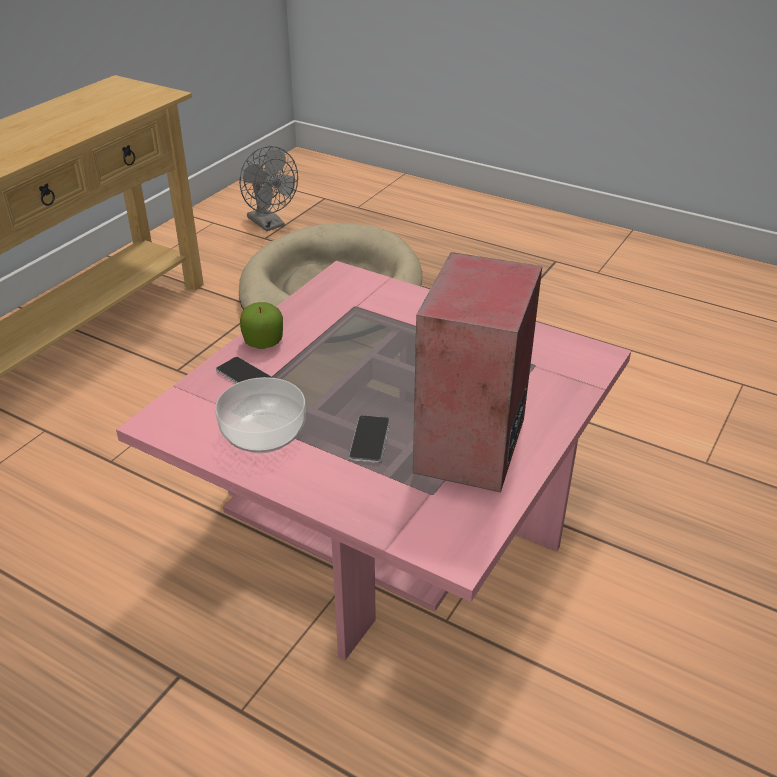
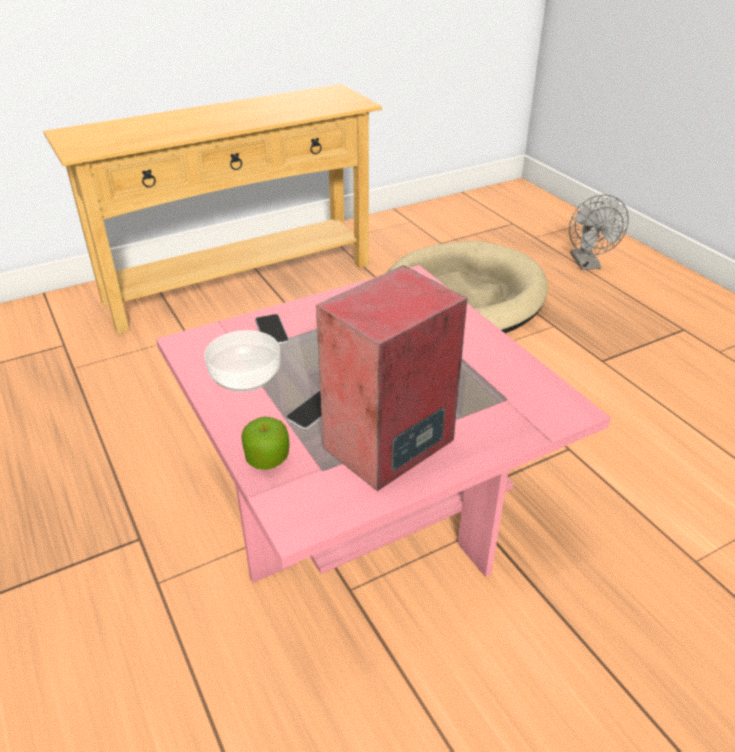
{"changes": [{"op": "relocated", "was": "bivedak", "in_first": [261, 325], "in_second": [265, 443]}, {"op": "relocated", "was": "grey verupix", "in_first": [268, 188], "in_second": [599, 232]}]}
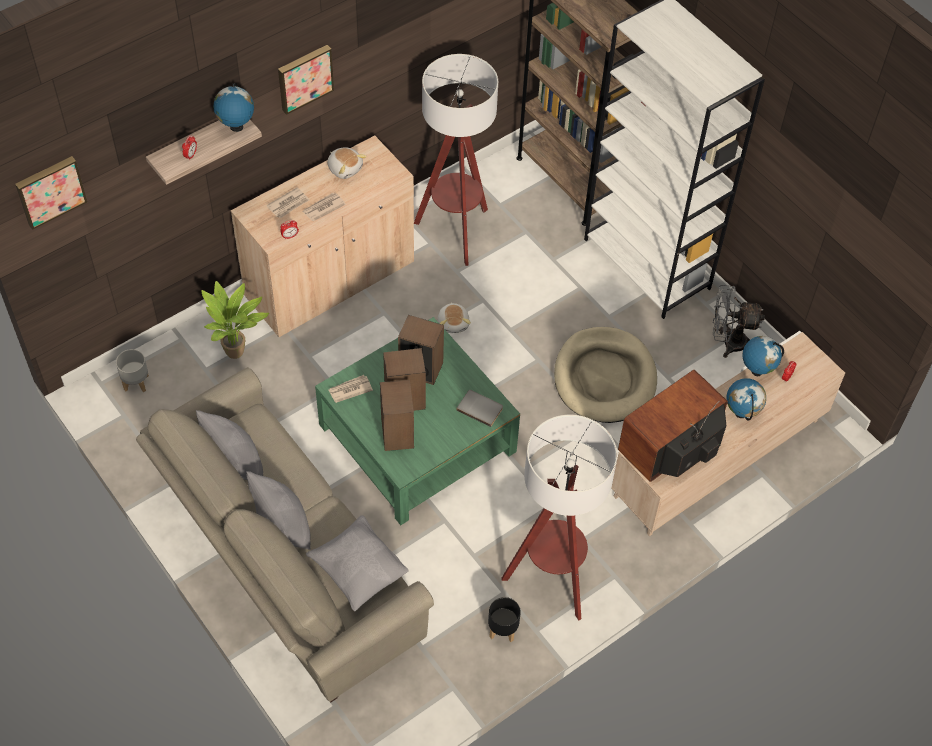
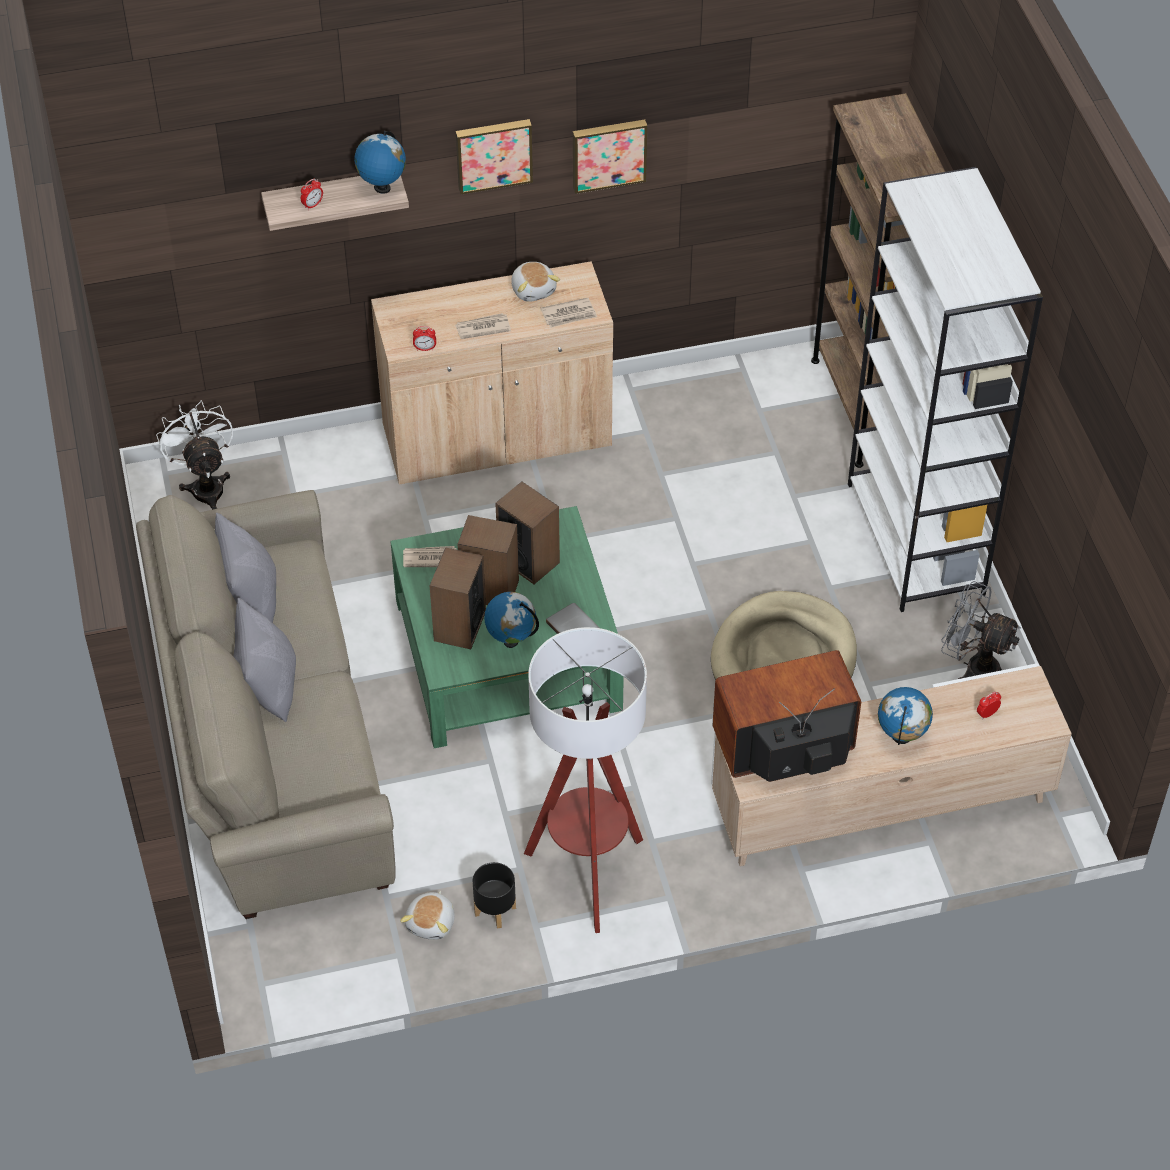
{"changes": [{"op": "exchanged", "was": "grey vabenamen", "now": "white verupix", "in_first": [132, 370], "in_second": [194, 455]}, {"op": "relocated", "was": "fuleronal", "in_first": [454, 318], "in_second": [427, 915]}, {"op": "relocated", "was": "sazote", "in_first": [763, 356], "in_second": [511, 620]}, {"op": "relocated", "was": "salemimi", "in_first": [288, 203], "in_second": [568, 313]}, {"op": "relocated", "was": "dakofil", "in_first": [51, 193], "in_second": [610, 156]}, {"op": "missing", "was": "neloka", "in_first": [235, 320]}, {"op": "missing", "was": "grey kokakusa", "in_first": [357, 563]}, {"op": "missing", "was": "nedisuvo", "in_first": [456, 160]}]}
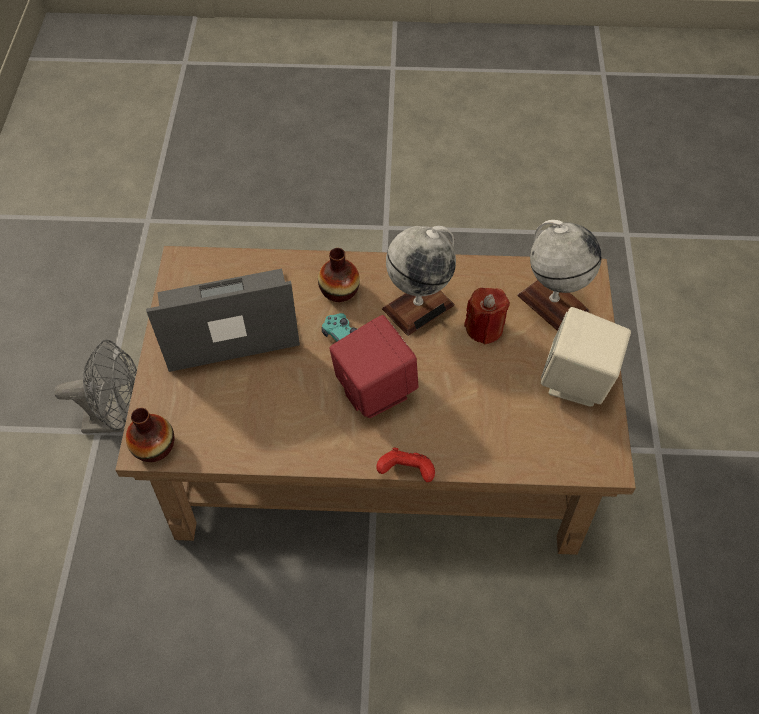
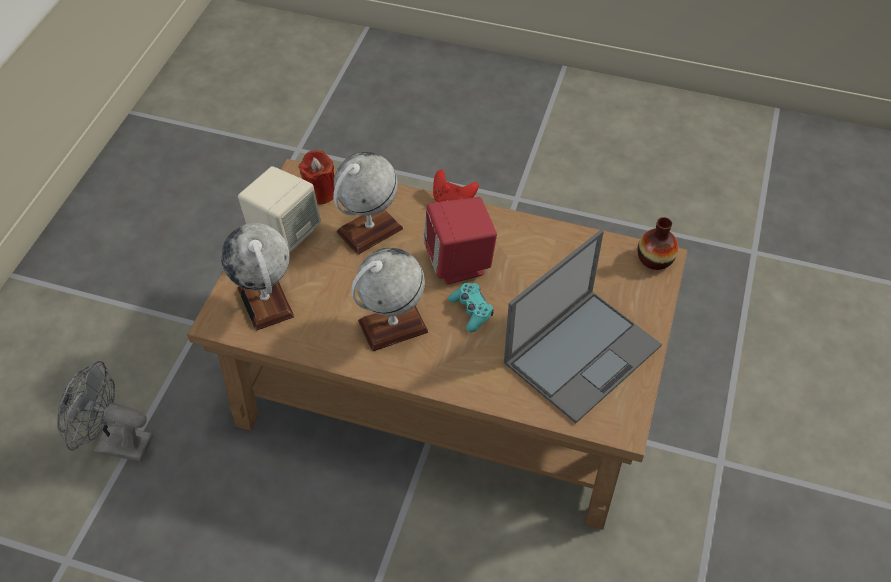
{"changes": [{"op": "relocated", "was": "grey verupix", "in_first": [95, 387], "in_second": [105, 411]}, {"op": "relocated", "was": "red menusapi", "in_first": [487, 316], "in_second": [317, 177]}, {"op": "appeared", "now": "sazote", "in_second": [368, 203]}, {"op": "spun", "was": "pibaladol", "in_first": [223, 320], "in_second": [583, 326], "clockwise": -45}, {"op": "missing", "was": "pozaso", "in_first": [339, 275]}]}
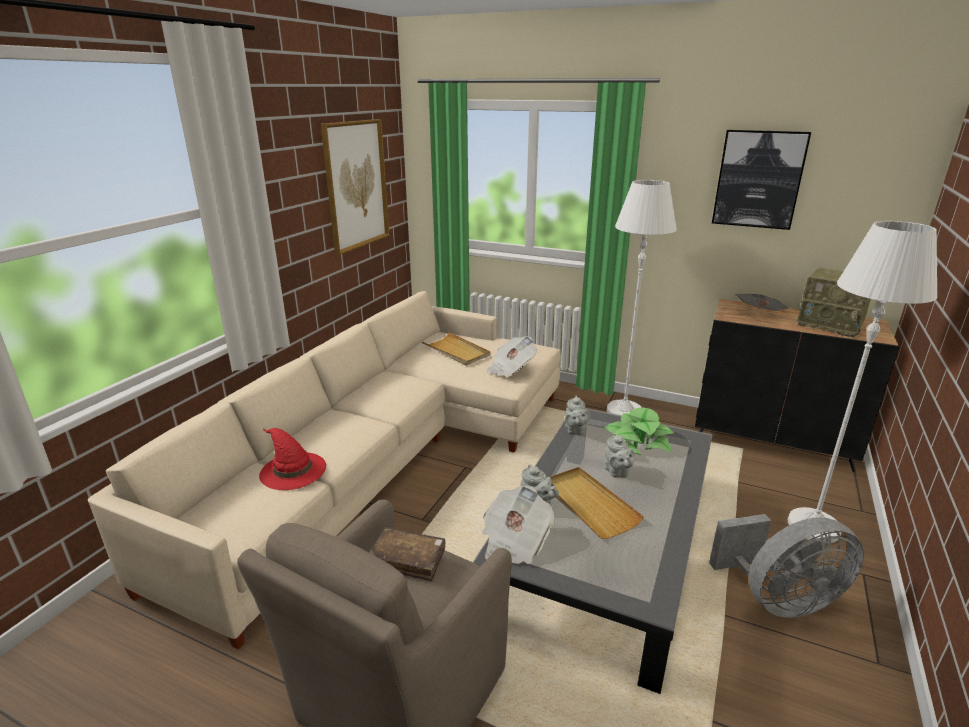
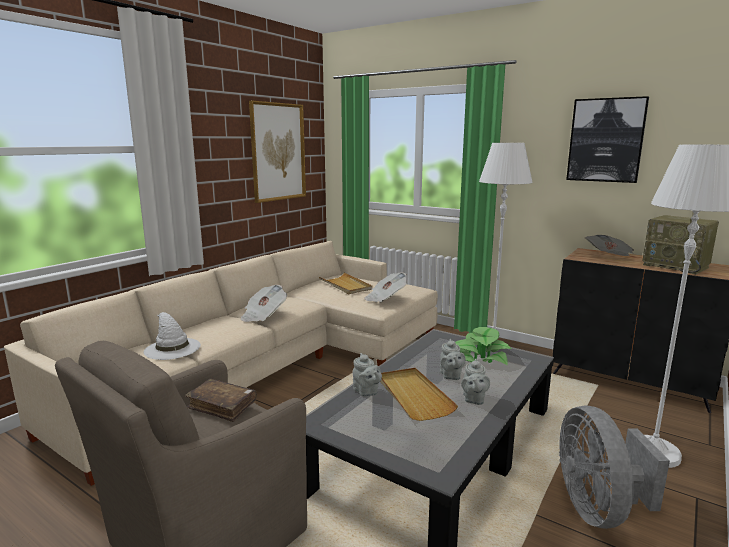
{"changes": [{"op": "colour", "was": "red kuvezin", "now": "white kuvezin", "in_first": [292, 459], "in_second": [172, 336]}, {"op": "relocated", "was": "salemimi", "in_first": [518, 524], "in_second": [263, 303]}, {"op": "relocated", "was": "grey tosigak", "in_first": [577, 415], "in_second": [475, 382]}, {"op": "spun", "was": "grey verupix", "in_first": [786, 566], "in_second": [614, 467], "clockwise": 90}]}
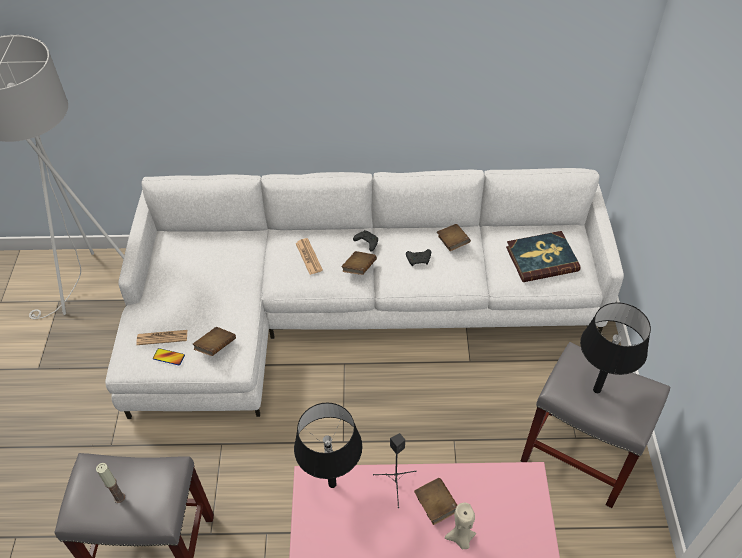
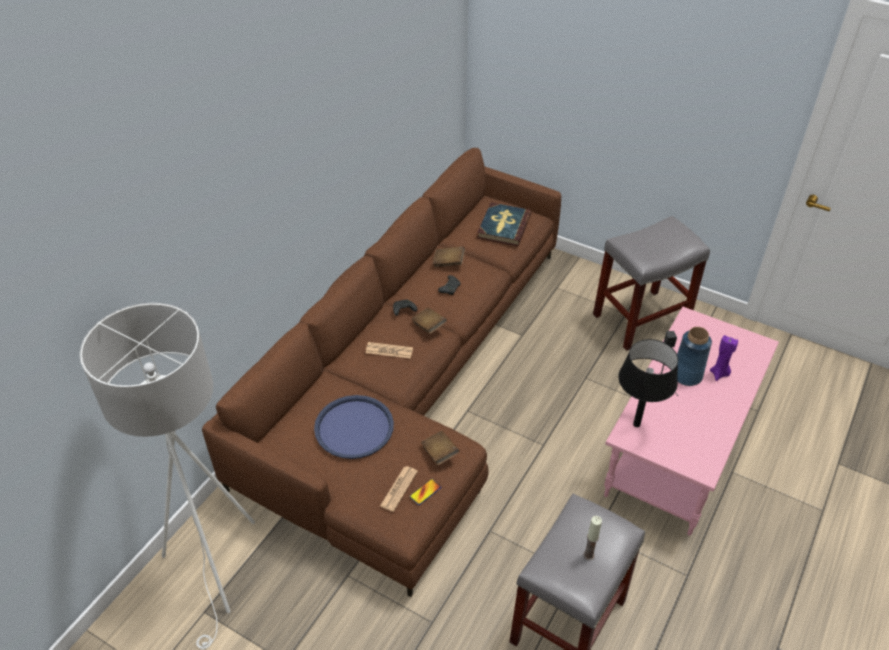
{"changes": [{"op": "colour", "was": "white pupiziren", "now": "brown pupiziren", "in_first": [364, 293], "in_second": [381, 372]}, {"op": "appeared", "now": "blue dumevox", "in_second": [354, 427]}, {"op": "exchanged", "was": "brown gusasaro", "now": "blue pozaso", "in_first": [436, 501], "in_second": [694, 356]}, {"op": "colour", "was": "beige menusapi", "now": "purple menusapi", "in_first": [460, 526], "in_second": [724, 358]}, {"op": "missing", "was": "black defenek", "in_first": [615, 347]}]}
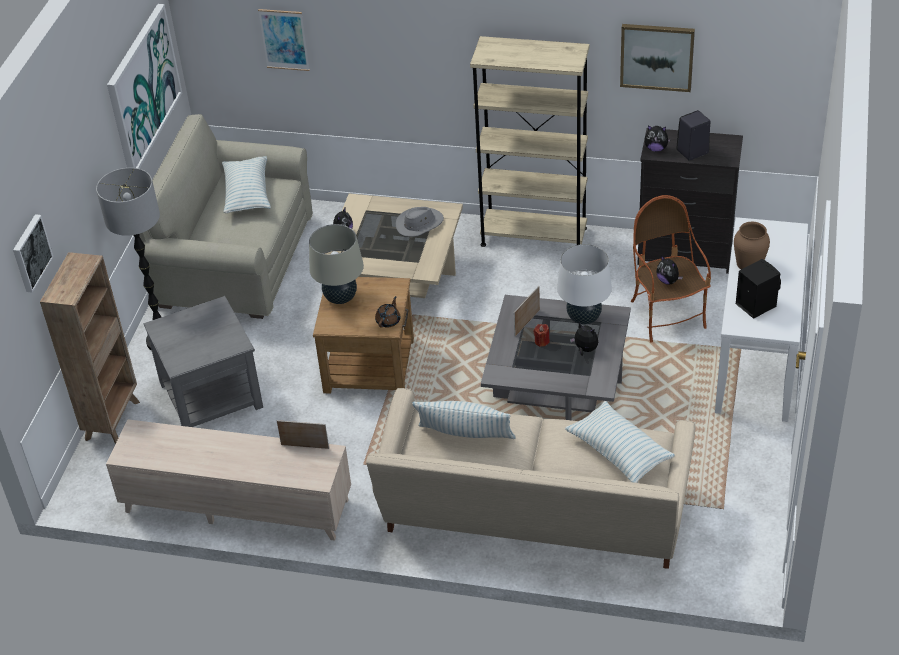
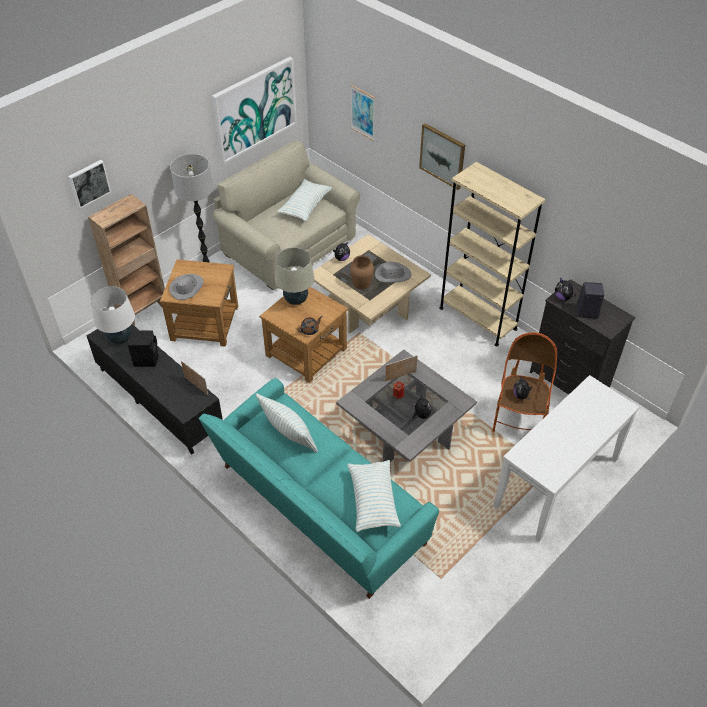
{"changes": [{"op": "colour", "was": "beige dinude", "now": "black dinude", "in_first": [228, 480], "in_second": [155, 389]}, {"op": "relocated", "was": "white defenek", "in_first": [584, 284], "in_second": [112, 315]}, {"op": "relocated", "was": "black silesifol", "in_first": [758, 289], "in_second": [143, 348]}, {"op": "colour", "was": "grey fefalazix", "now": "brown fefalazix", "in_first": [203, 361], "in_second": [199, 303]}, {"op": "appeared", "now": "grey kuvezin", "in_second": [186, 287]}, {"op": "colour", "was": "beige pupiziren", "now": "turquoise pupiziren", "in_first": [530, 478], "in_second": [319, 488]}, {"op": "relocated", "was": "brown pozaso", "in_first": [752, 245], "in_second": [362, 272]}, {"op": "relocated", "was": "dakofil", "in_first": [657, 58], "in_second": [442, 156]}]}
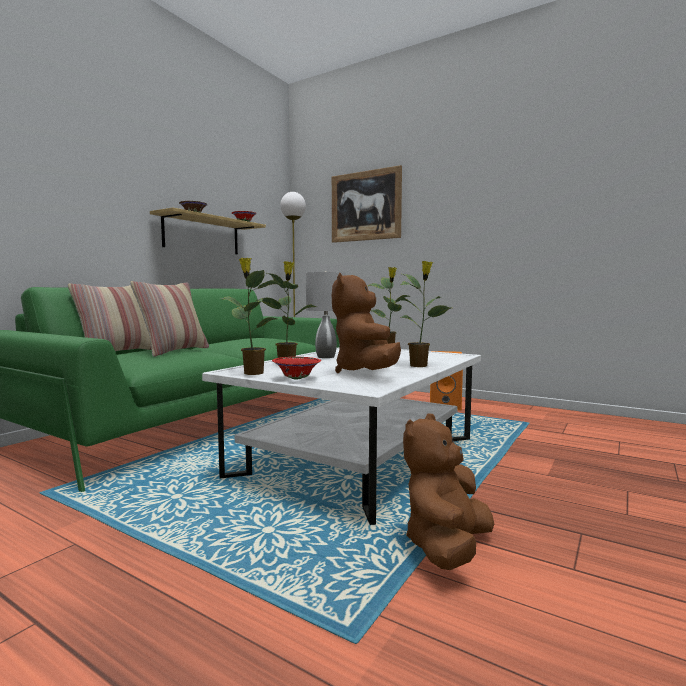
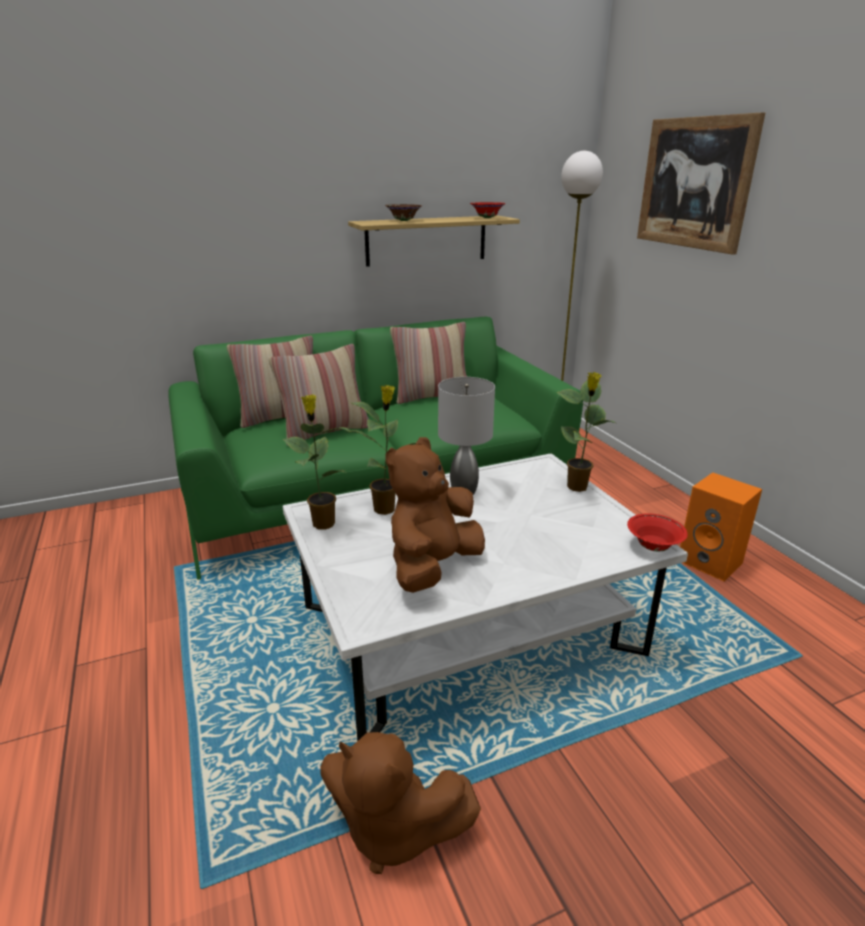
{"changes": [{"op": "spun", "was": "brown fuleronal", "in_first": [448, 491], "in_second": [400, 803], "clockwise": -135}, {"op": "appeared", "now": "kokakusa", "in_second": [428, 363]}, {"op": "relocated", "was": "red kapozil", "in_first": [296, 368], "in_second": [657, 532]}, {"op": "missing", "was": "neloka", "in_first": [424, 314]}]}
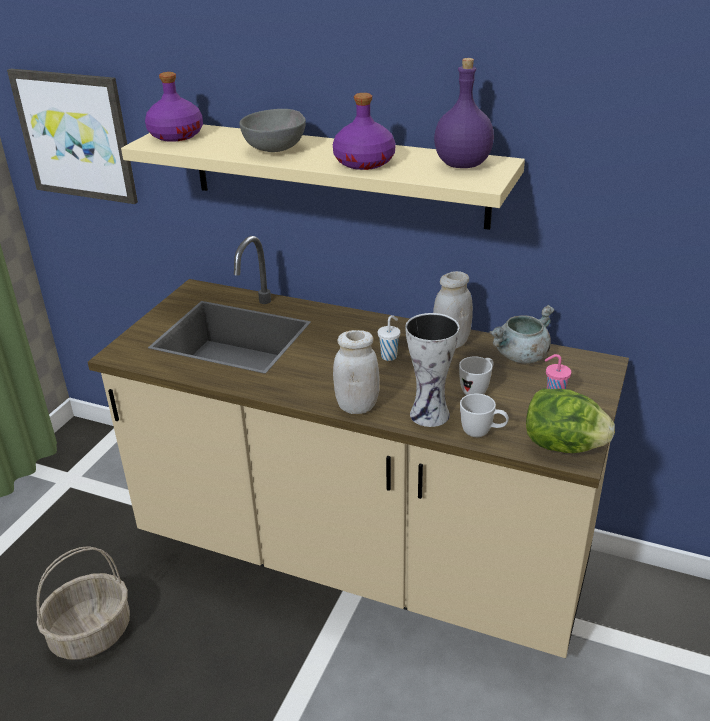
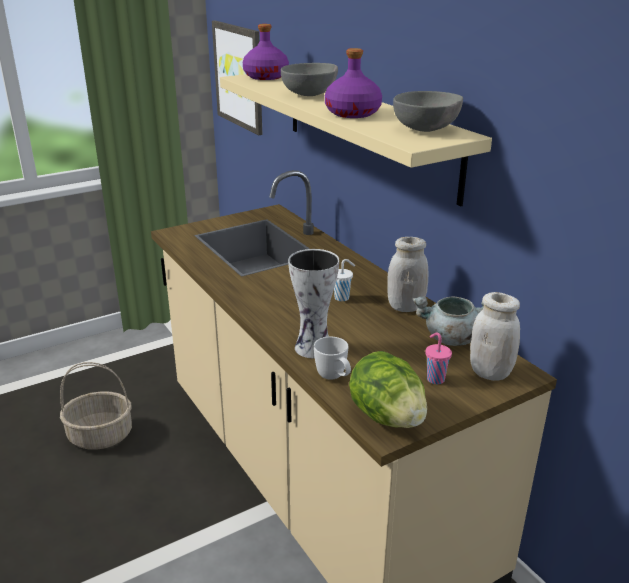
{"changes": [{"op": "exchanged", "was": "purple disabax", "now": "grey kapozil", "in_first": [464, 113], "in_second": [428, 111]}, {"op": "relocated", "was": "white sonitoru", "in_first": [356, 372], "in_second": [495, 336]}, {"op": "missing", "was": "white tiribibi", "in_first": [476, 376]}]}
